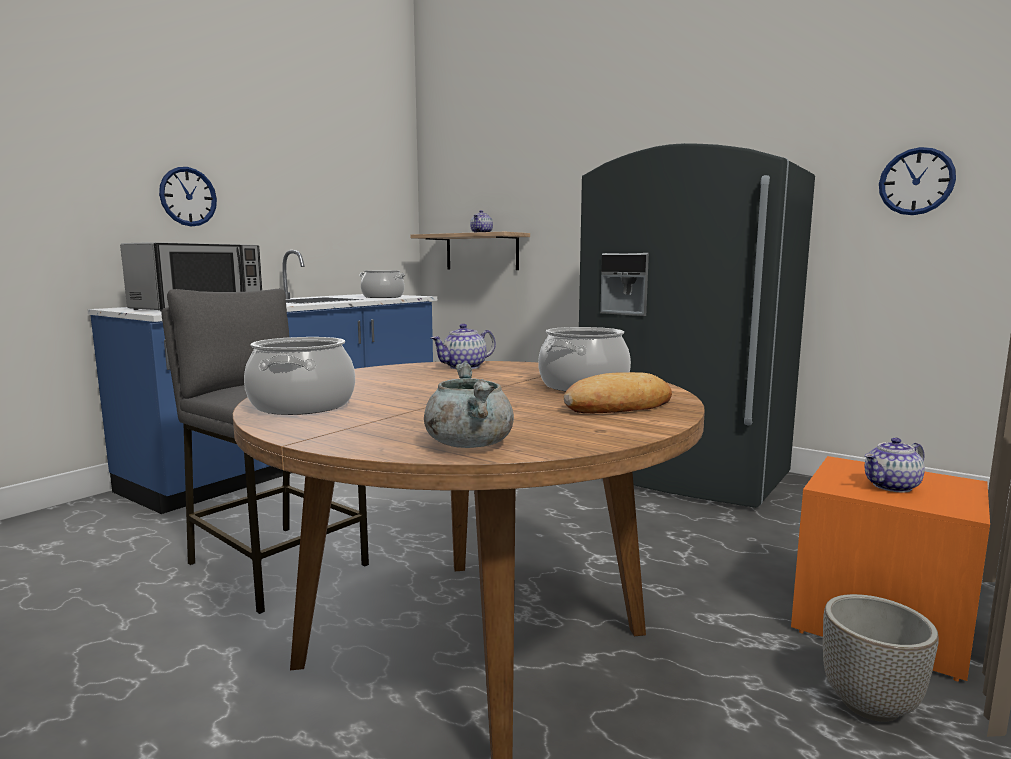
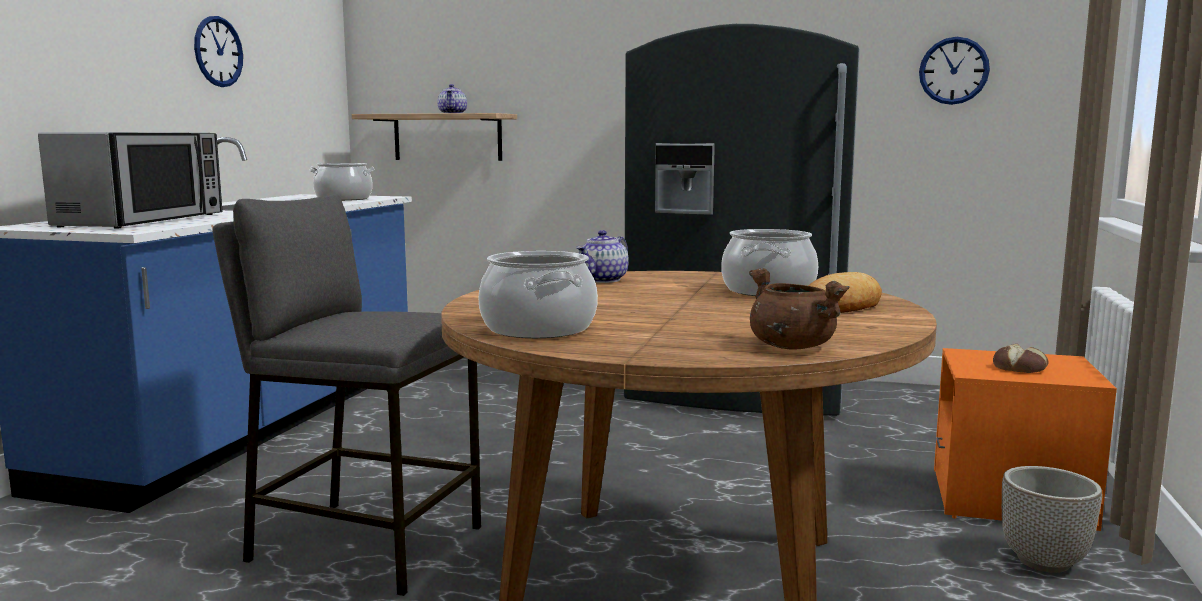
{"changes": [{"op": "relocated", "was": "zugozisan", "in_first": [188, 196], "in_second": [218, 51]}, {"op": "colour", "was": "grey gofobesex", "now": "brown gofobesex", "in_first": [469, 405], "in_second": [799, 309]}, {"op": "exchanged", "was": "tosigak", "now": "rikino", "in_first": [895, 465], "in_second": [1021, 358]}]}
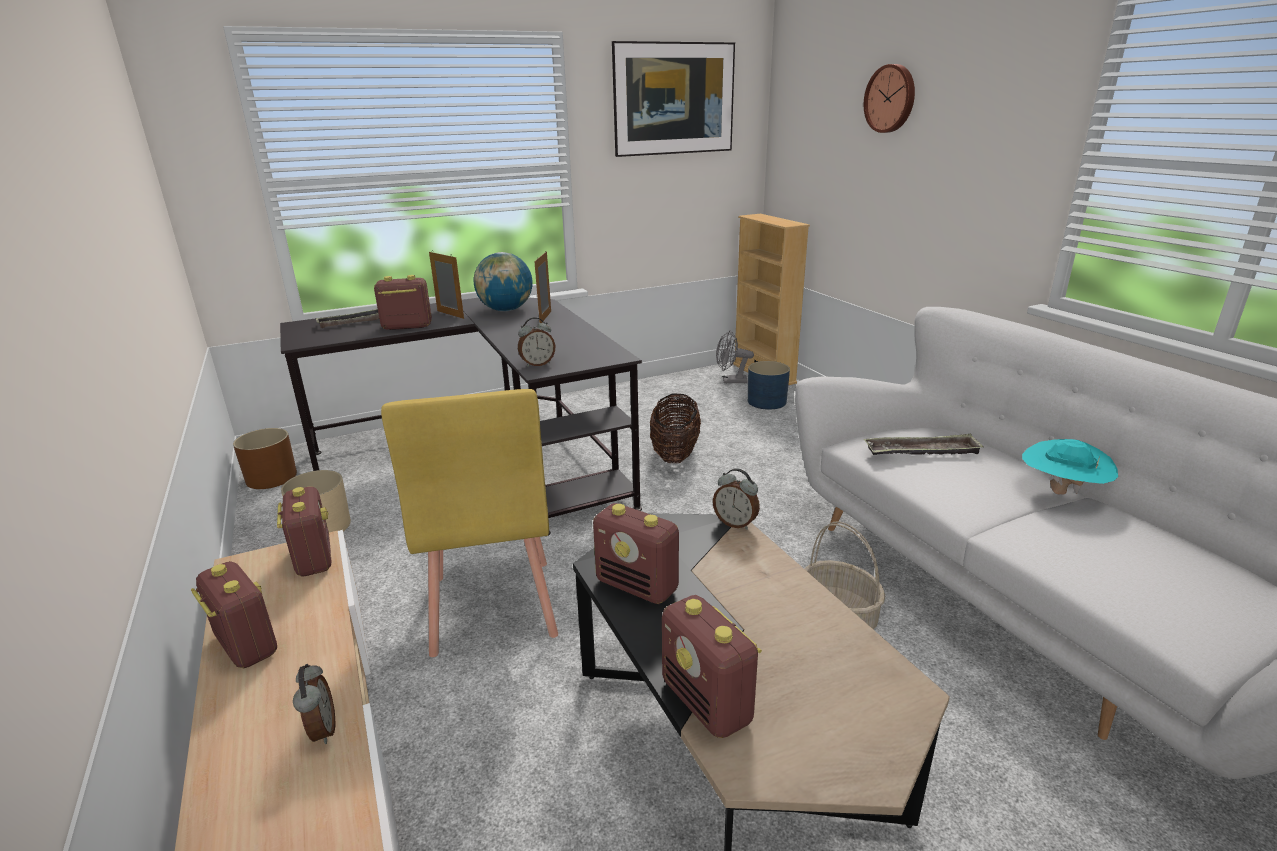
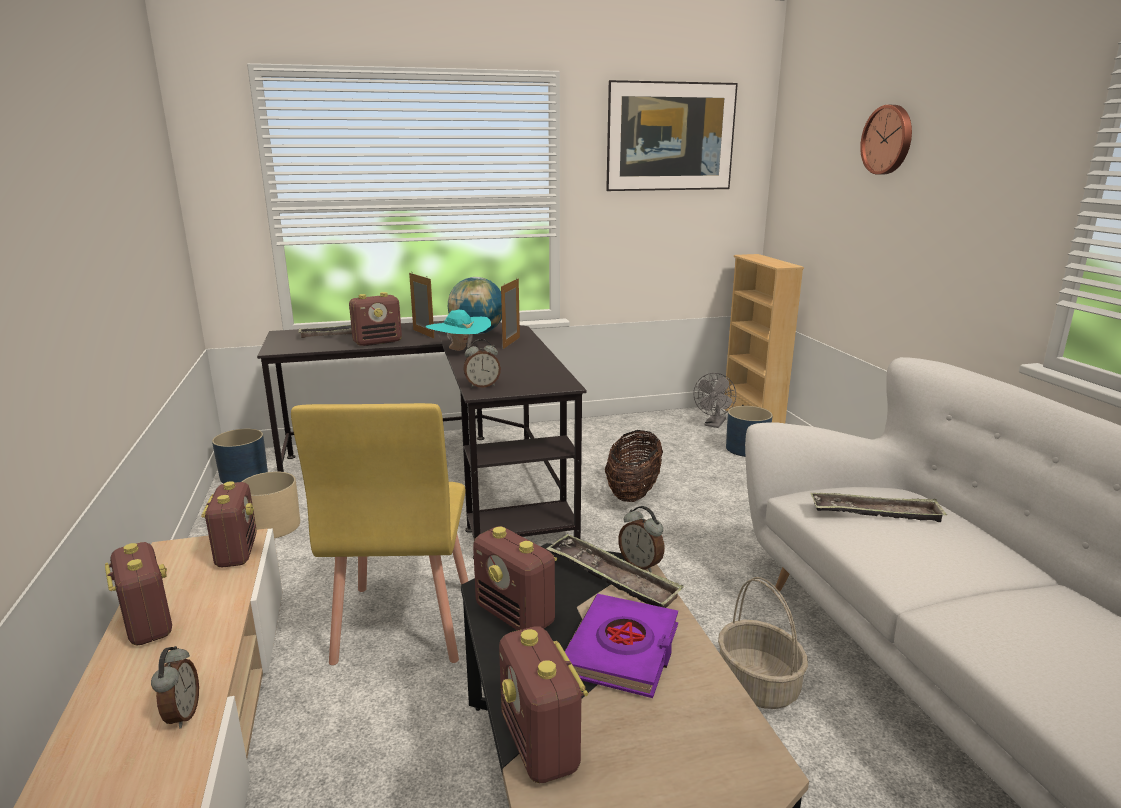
{"changes": [{"op": "colour", "was": "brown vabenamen", "now": "blue vabenamen", "in_first": [265, 458], "in_second": [240, 455]}, {"op": "spun", "was": "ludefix", "in_first": [403, 302], "in_second": [375, 319], "clockwise": 150}, {"op": "relocated", "was": "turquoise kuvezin", "in_first": [1070, 467], "in_second": [458, 330]}, {"op": "appeared", "now": "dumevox", "in_second": [615, 570]}, {"op": "appeared", "now": "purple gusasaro", "in_second": [621, 646]}, {"op": "spun", "was": "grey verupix", "in_first": [735, 356], "in_second": [715, 400], "clockwise": -75}]}
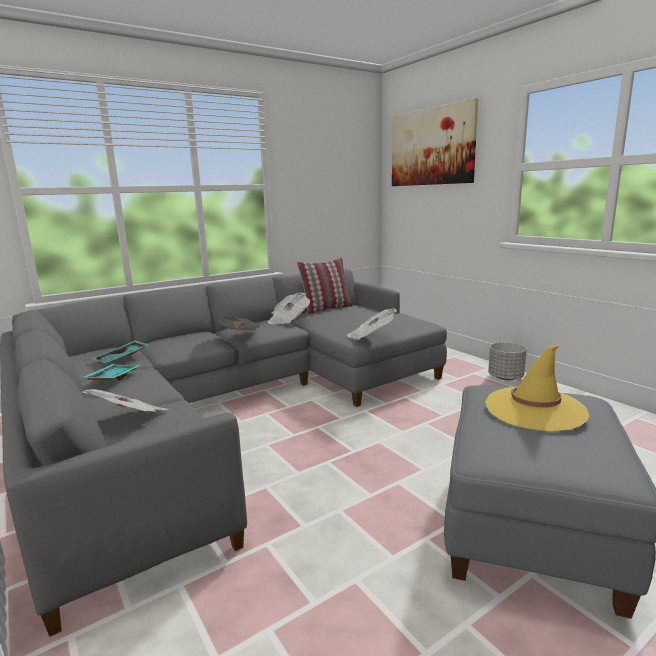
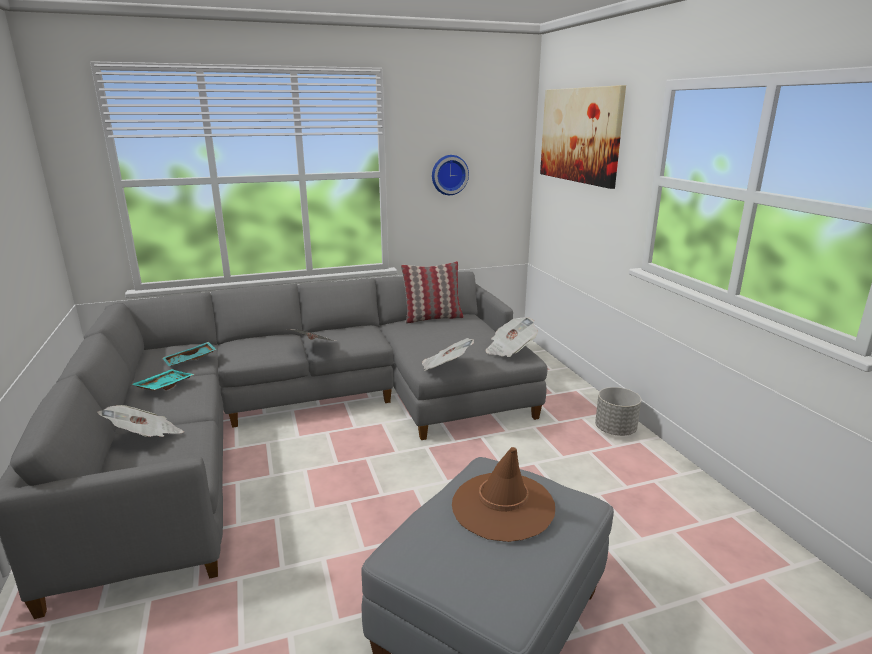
{"changes": [{"op": "appeared", "now": "zugozisan", "in_second": [450, 175]}, {"op": "colour", "was": "yellow kuvezin", "now": "brown kuvezin", "in_first": [537, 389], "in_second": [503, 494]}, {"op": "relocated", "was": "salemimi", "in_first": [289, 308], "in_second": [511, 337]}]}
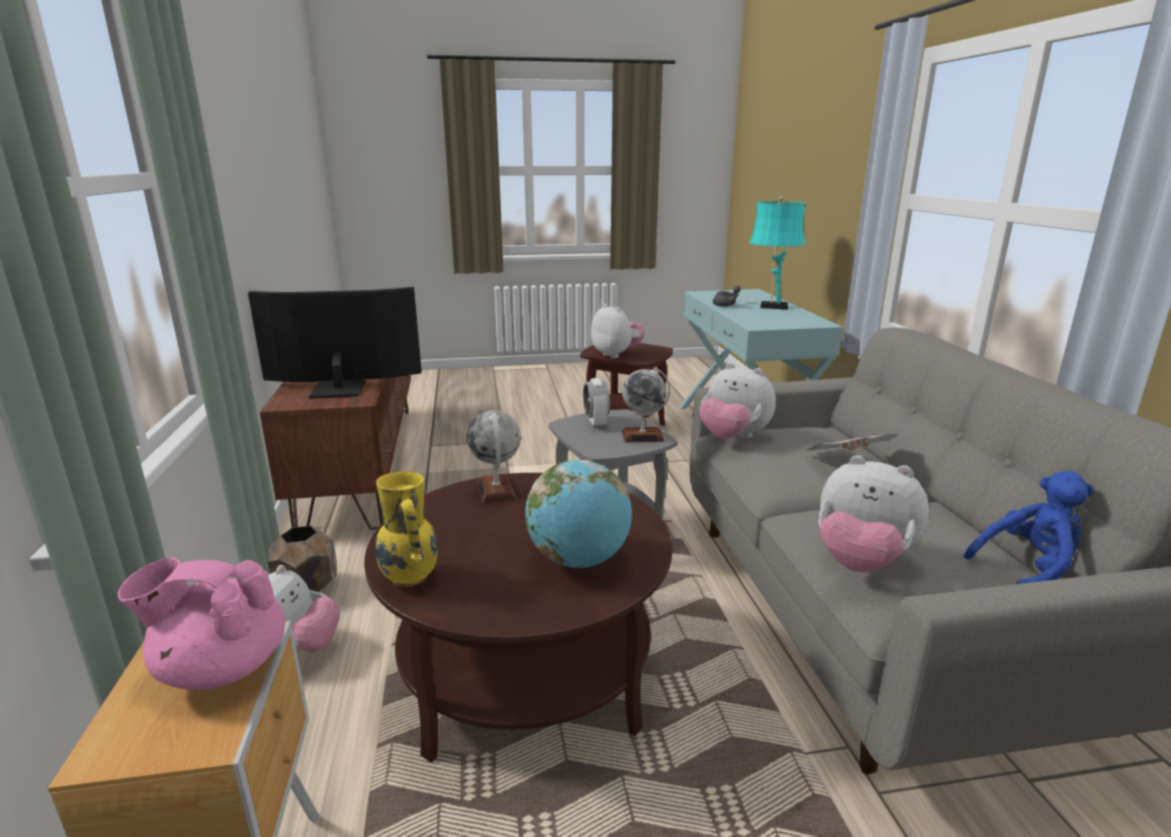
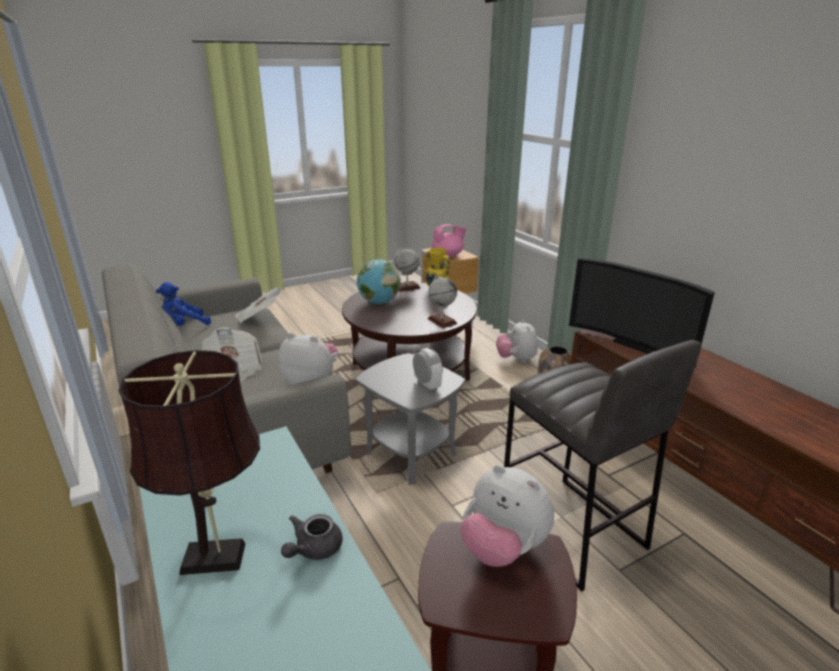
{"changes": [{"op": "colour", "was": "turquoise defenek", "now": "brown defenek", "in_first": [777, 253], "in_second": [189, 462]}, {"op": "exchanged", "was": "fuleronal", "now": "salemimi", "in_first": [873, 513], "in_second": [259, 305]}, {"op": "relocated", "was": "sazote", "in_first": [646, 404], "in_second": [406, 270]}, {"op": "appeared", "now": "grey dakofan", "in_second": [603, 465]}, {"op": "spun", "was": "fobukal", "in_first": [335, 343], "in_second": [642, 312], "clockwise": 75}]}
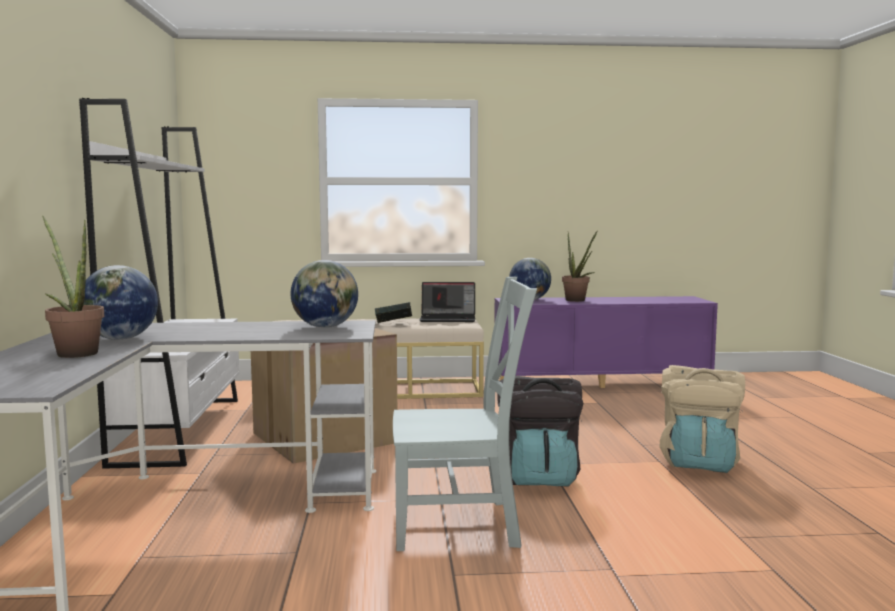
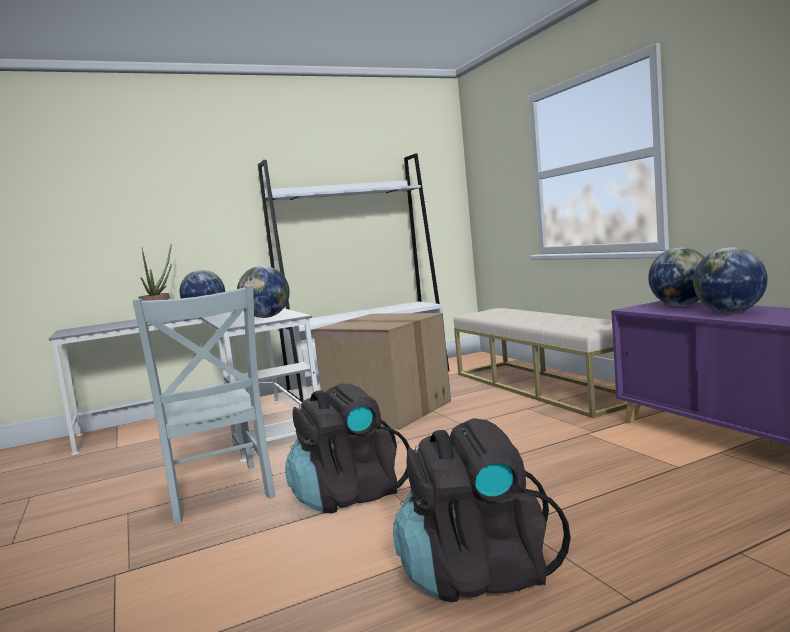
{"changes": [{"op": "colour", "was": "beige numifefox", "now": "black numifefox", "in_first": [702, 419], "in_second": [482, 510]}, {"op": "exchanged", "was": "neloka", "now": "sazote", "in_first": [580, 266], "in_second": [730, 280]}, {"op": "missing", "was": "gusasaro", "in_first": [393, 312]}, {"op": "missing", "was": "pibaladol", "in_first": [447, 302]}]}
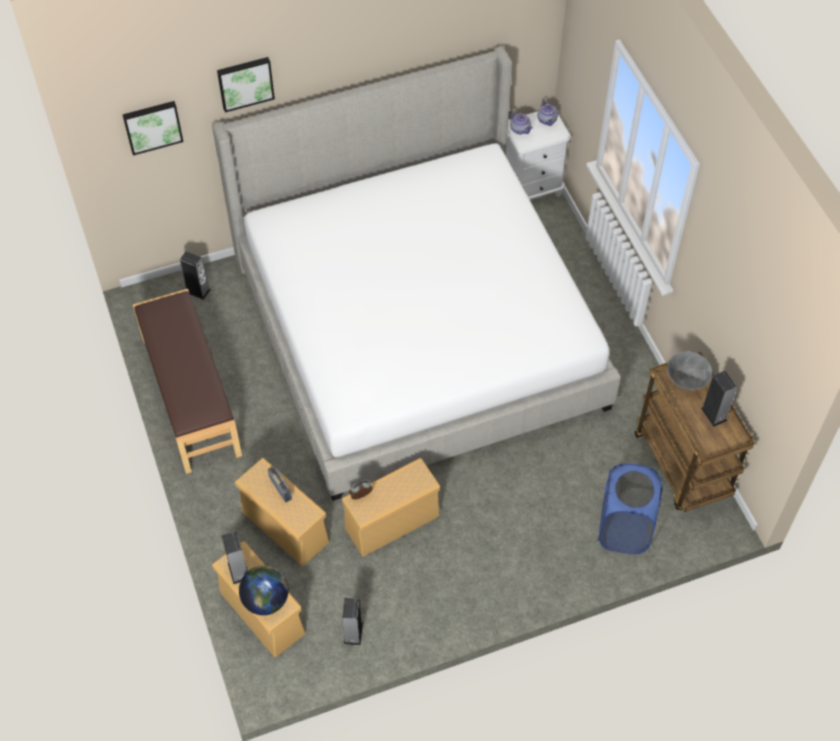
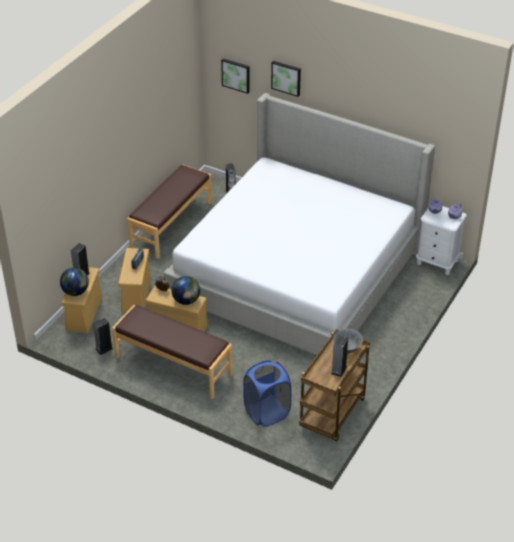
{"changes": [{"op": "appeared", "now": "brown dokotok", "in_second": [172, 352]}, {"op": "appeared", "now": "sazote", "in_second": [186, 290]}]}
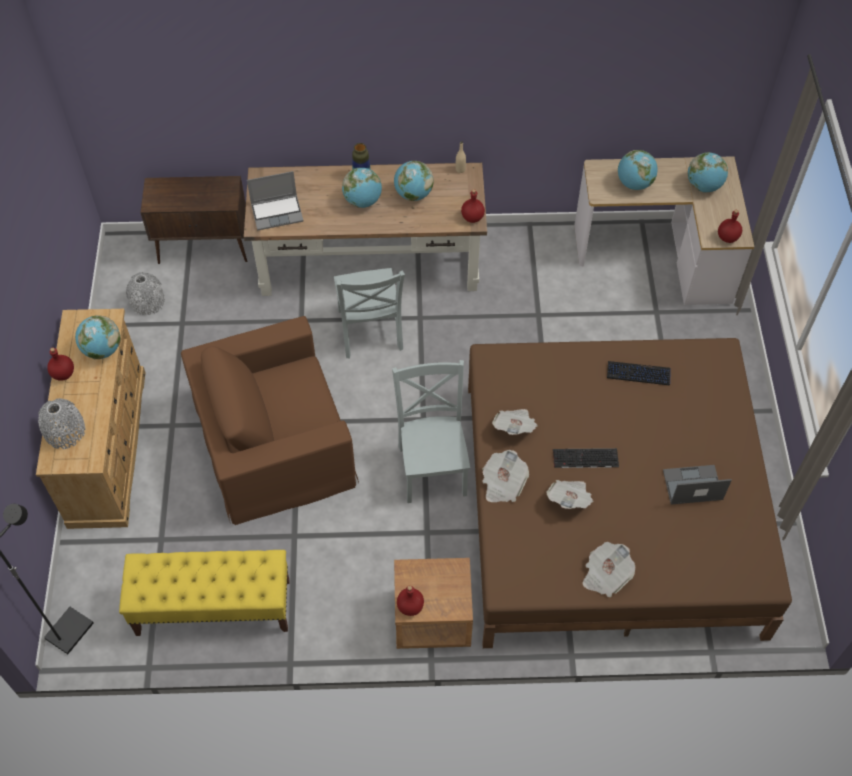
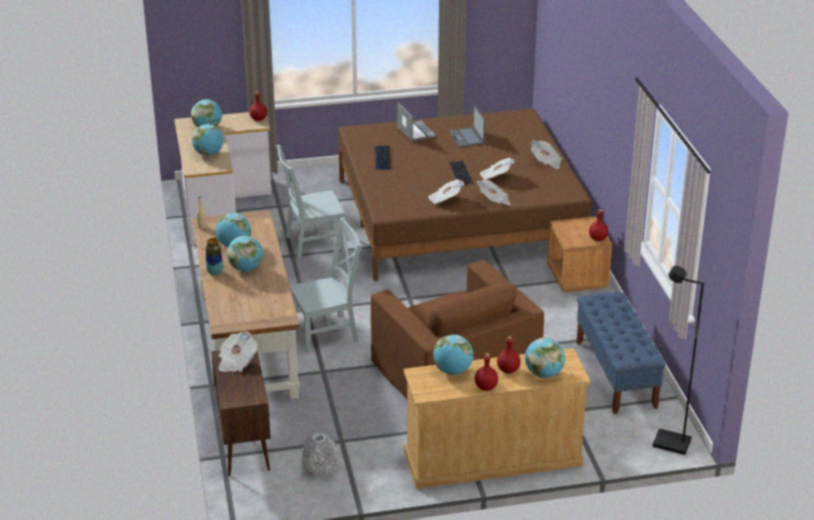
{"changes": [{"op": "appeared", "now": "salemimi", "in_second": [238, 351]}, {"op": "relocated", "was": "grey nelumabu", "in_first": [431, 431], "in_second": [310, 202]}, {"op": "relocated", "was": "pibaladol", "in_first": [275, 200], "in_second": [416, 122]}, {"op": "relocated", "was": "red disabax", "in_first": [473, 206], "in_second": [509, 354]}, {"op": "exchanged", "was": "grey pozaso", "now": "sazote", "in_first": [62, 423], "in_second": [545, 358]}, {"op": "colour", "was": "yellow dokotok", "now": "blue dokotok", "in_first": [204, 593], "in_second": [621, 353]}]}
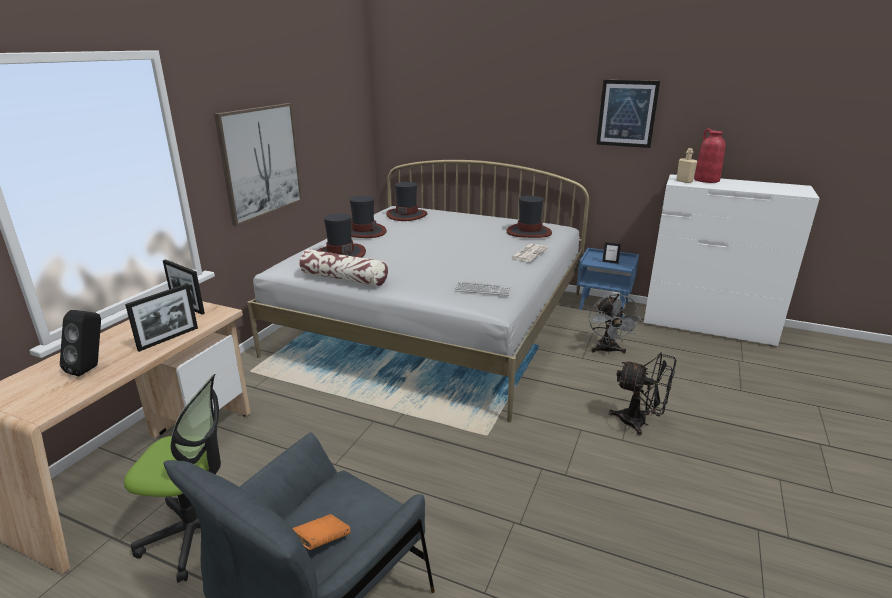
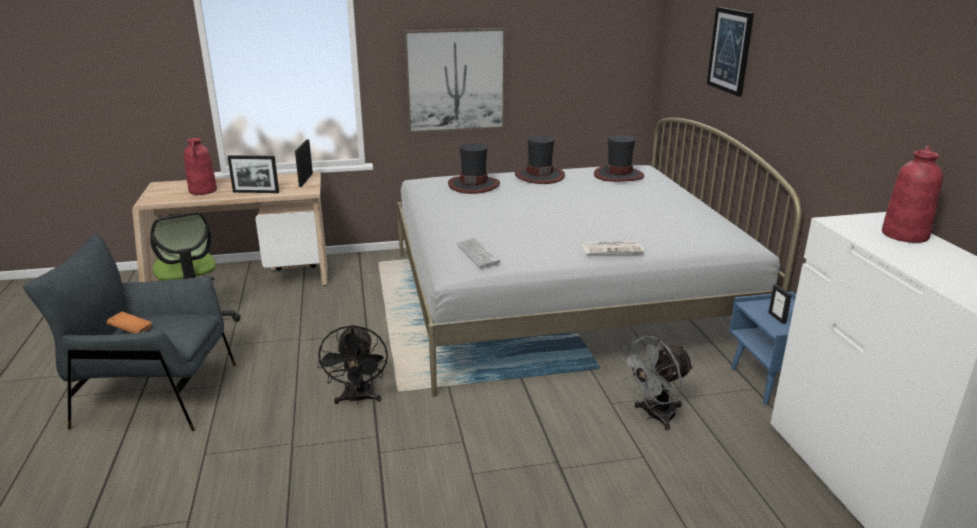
{"changes": [{"op": "exchanged", "was": "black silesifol", "now": "red pozaso", "in_first": [80, 343], "in_second": [200, 166]}, {"op": "relocated", "was": "black verupix", "in_first": [642, 394], "in_second": [353, 364]}, {"op": "relocated", "was": "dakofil", "in_first": [628, 114], "in_second": [730, 52]}, {"op": "missing", "was": "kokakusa", "in_first": [343, 267]}, {"op": "missing", "was": "kuvezin", "in_first": [529, 217]}, {"op": "missing", "was": "beige disabax", "in_first": [686, 165]}]}
